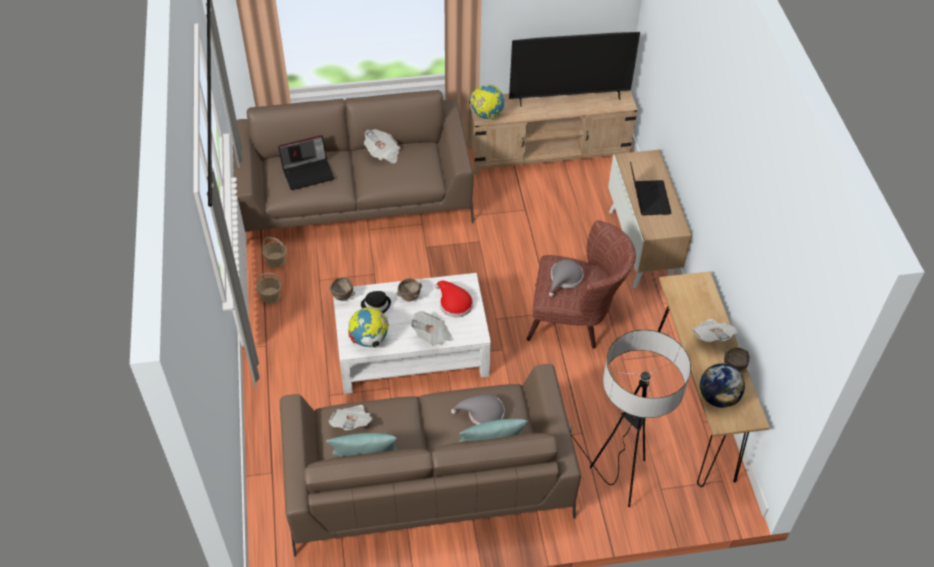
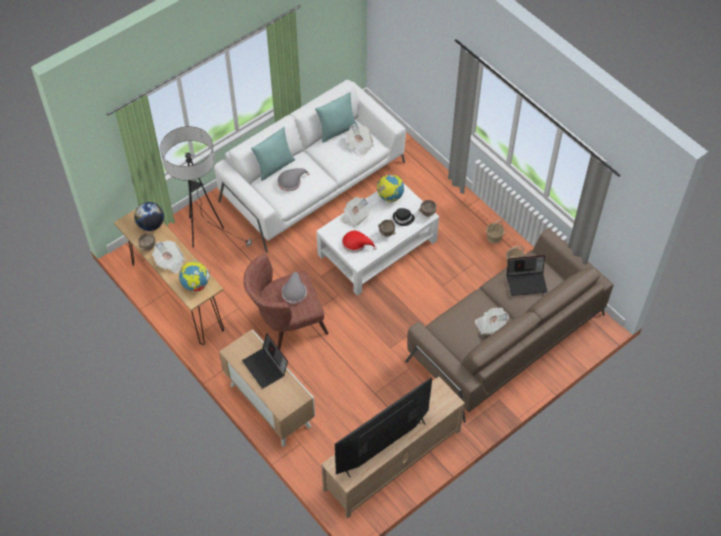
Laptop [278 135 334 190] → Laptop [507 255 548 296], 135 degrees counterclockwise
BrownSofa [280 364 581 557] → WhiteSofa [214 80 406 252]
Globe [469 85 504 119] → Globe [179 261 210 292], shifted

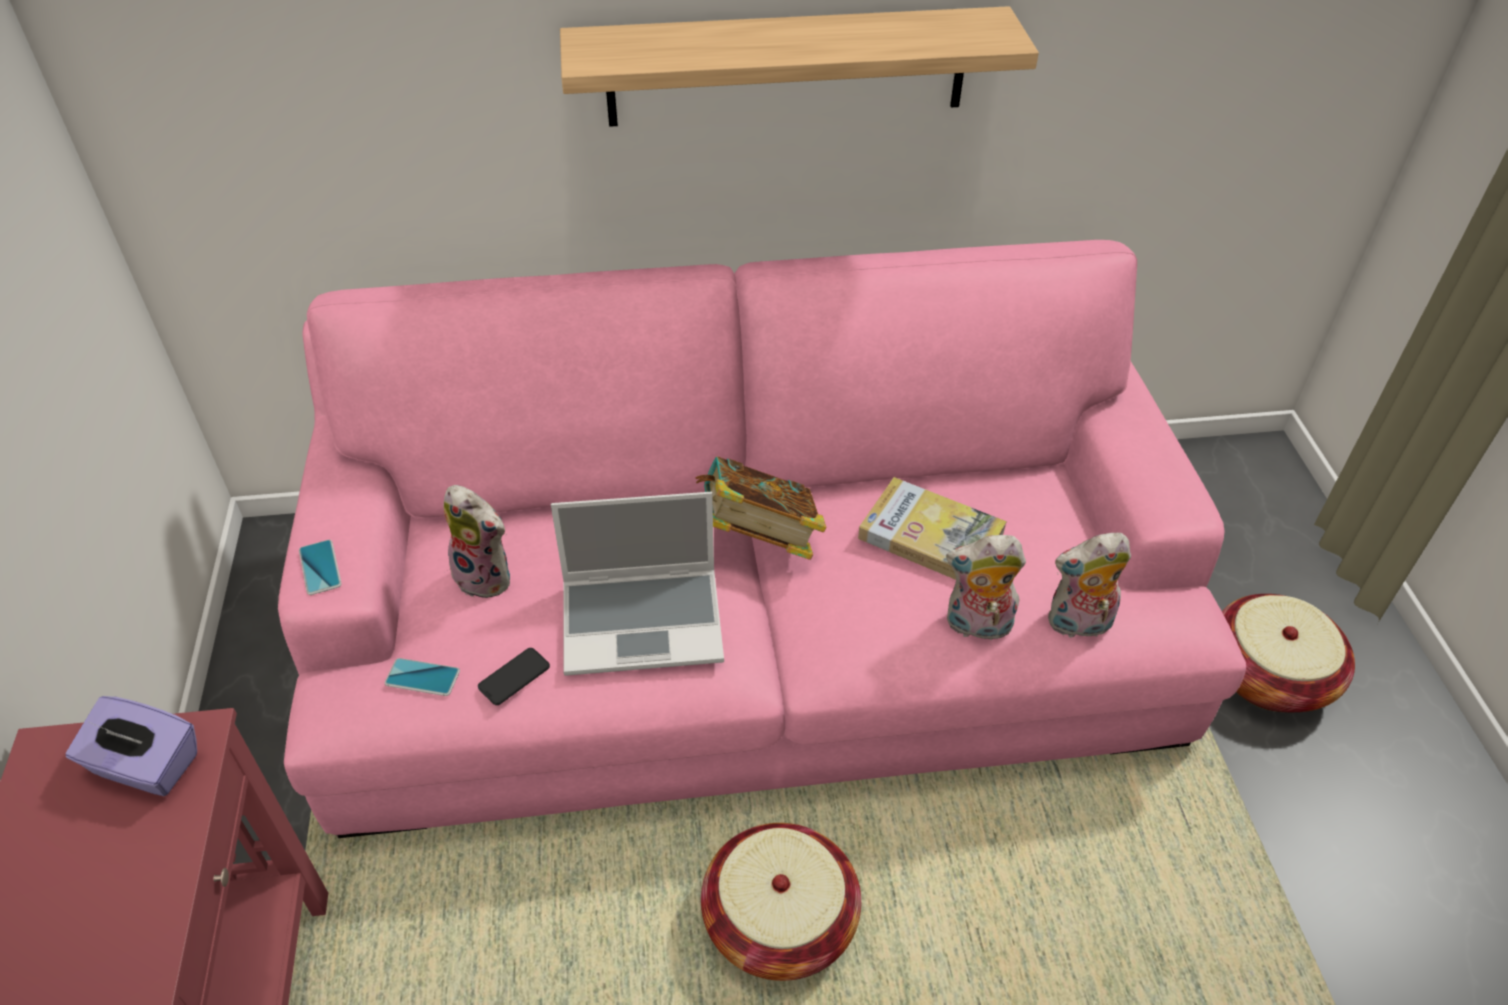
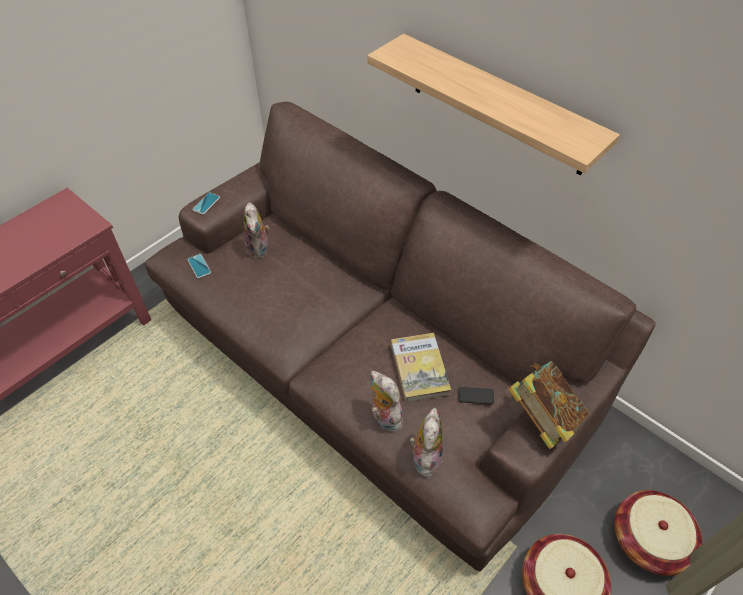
PurpleTissueBox [65 696 197 796] → -
PinkSofa [278 240 1246 838] → BrownSofa [145 102 656 572]
Phone [478 648 550 705] → Phone [458 387 494 404], shifted
Laptop [551 492 724 676] → -
Book [696 456 827 560] → Book [508 361 589 449], shifted
Basket [701 823 861 981] → Basket [614 490 702 576], shifted
PlushToy [1048 533 1131 637] → PlushToy [410 408 443 477], 60 degrees clockwise

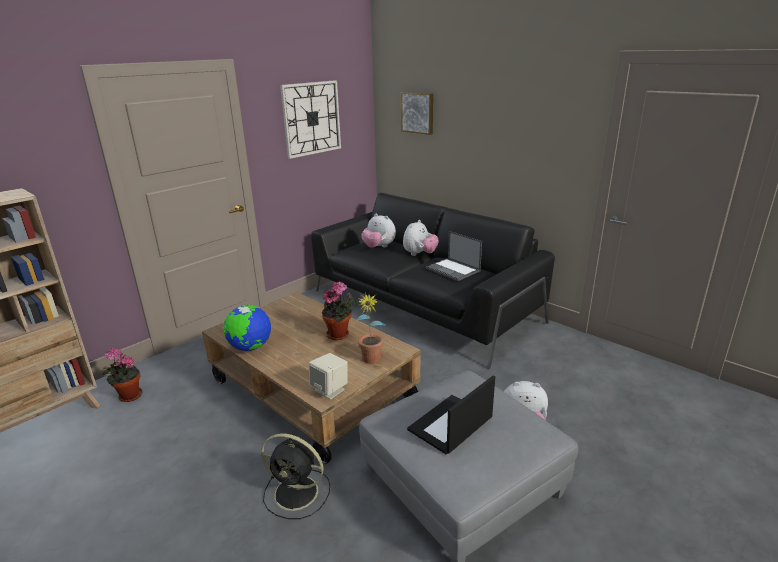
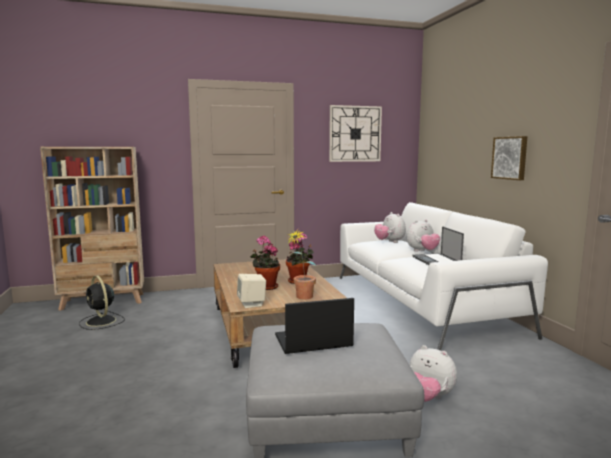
PottedPlant [101 348 142 402] → PottedPlant [250 236 280 290], shifted
Globe [223 305 271 351] → -
BlackFan [261 433 330 519] → BlackFan [79 276 125 330], shifted
BlackSofa [311 193 555 369] → WhiteSofa [340 202 548 351]
Picture [401 92 433 135] → Picture [491 136 528 180], shifted

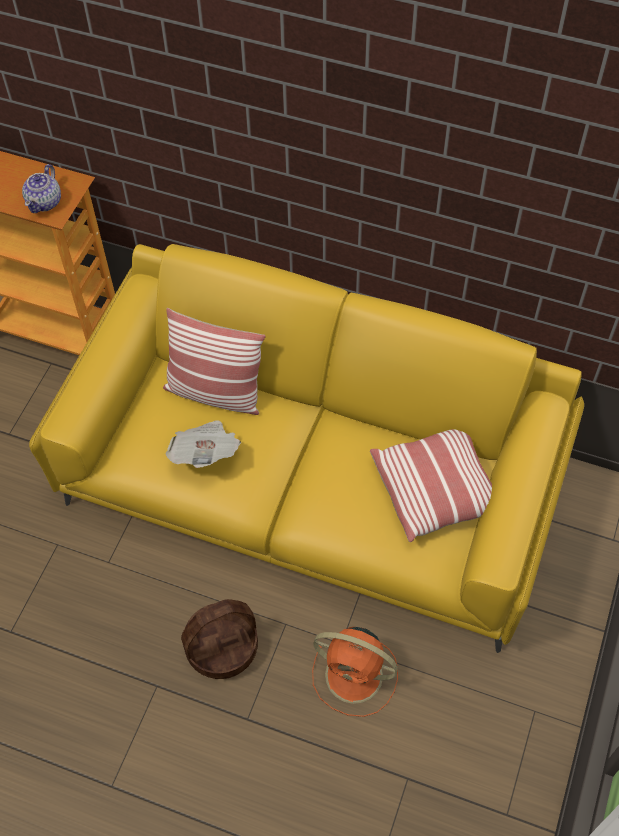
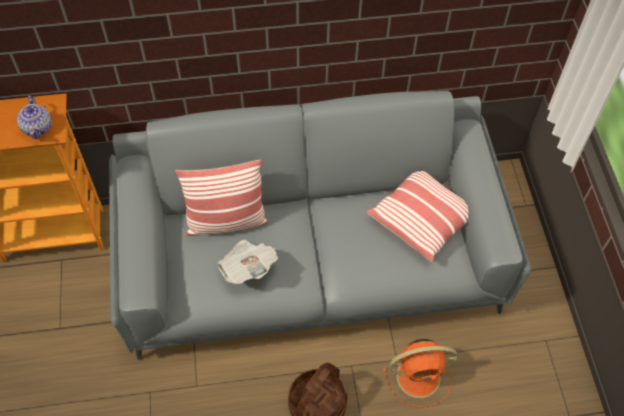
YellowSofa [29 244 584 653] → GreySofa [109 91 531 360]

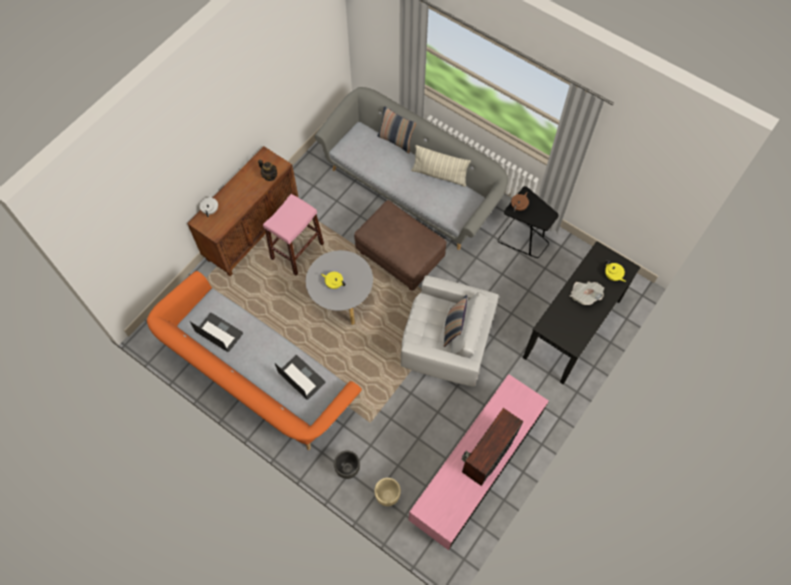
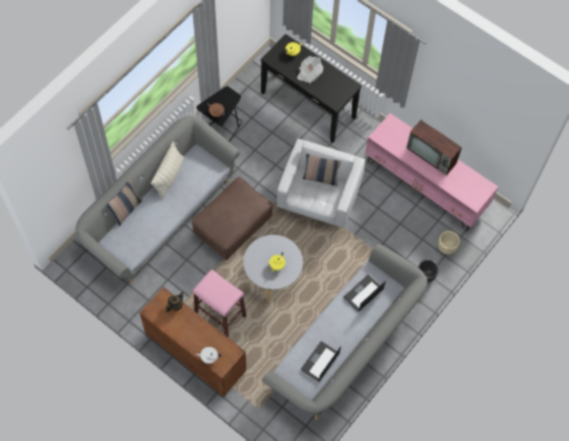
OrangeSofa [147 271 362 450] → GreySofa [262 244 428 420]

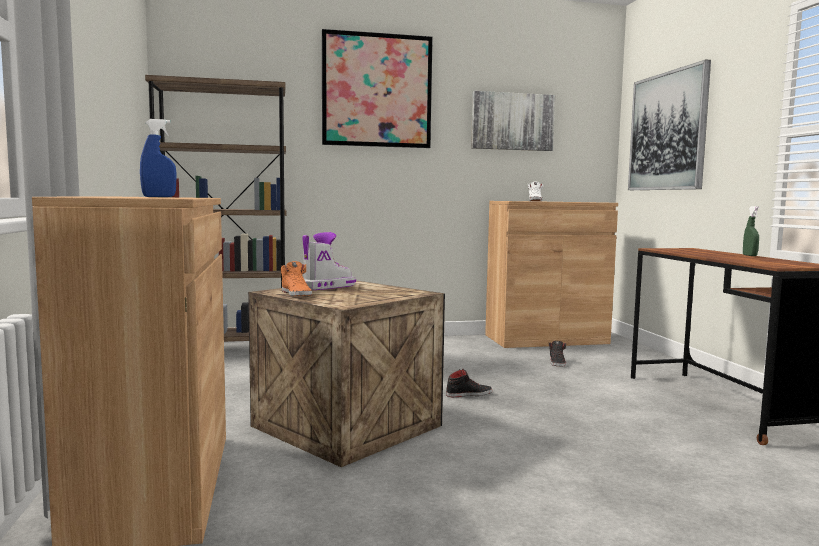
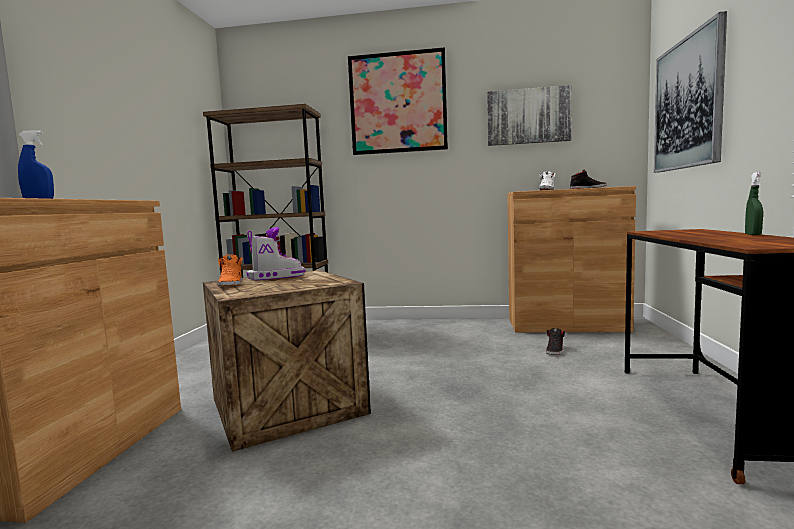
BlackShoe [446 369 492 397] → BlackShoe [570 169 607 189], shifted

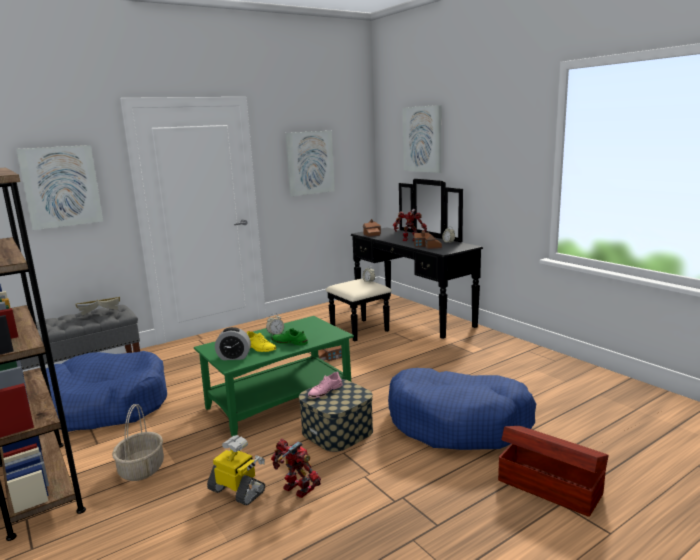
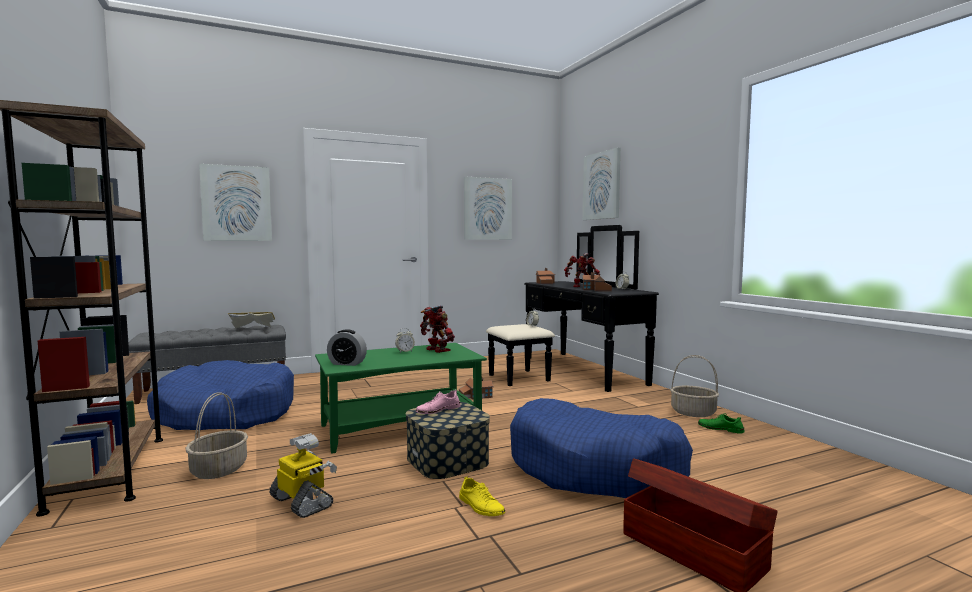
YellowShoe [247 331 277 352] → YellowShoe [459 476 505 516], shifted
ToyRobot [271 438 321 498] → ToyRobot [420 305 455 353], shifted
GreenShoe [272 328 308 346] → GreenShoe [698 414 745 434], shifted
- → Basket [670 355 719 417]

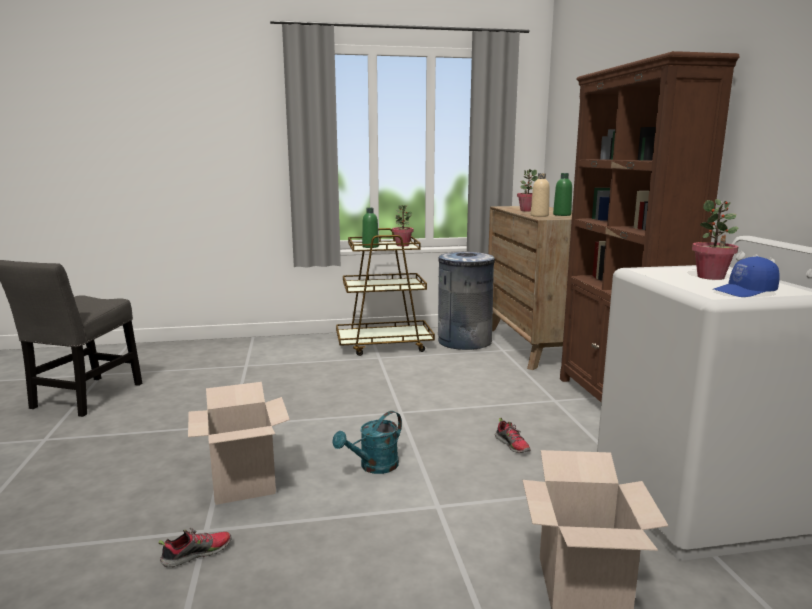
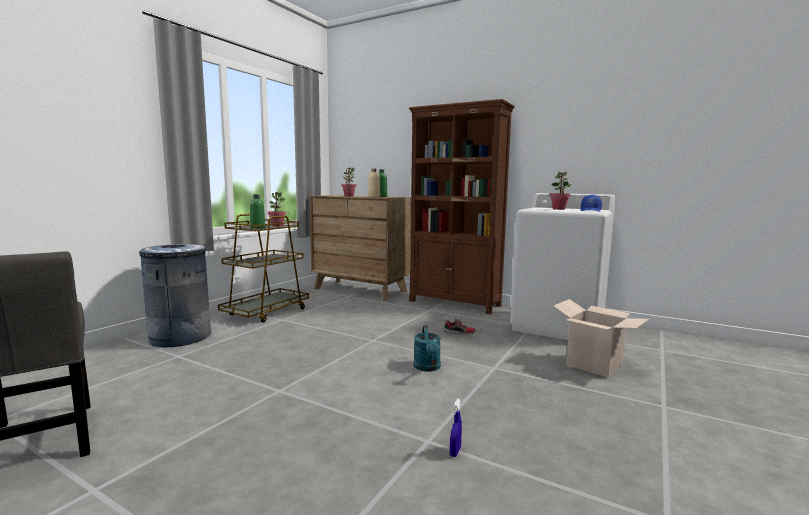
Shoe [159 528 232 567] → BlueSprayBottle [450 399 462 457]
CardboardBox [188 382 290 505] → -
GreyTrashCan [438 252 495 350] → GreyTrashCan [139 244 211 347], shifted

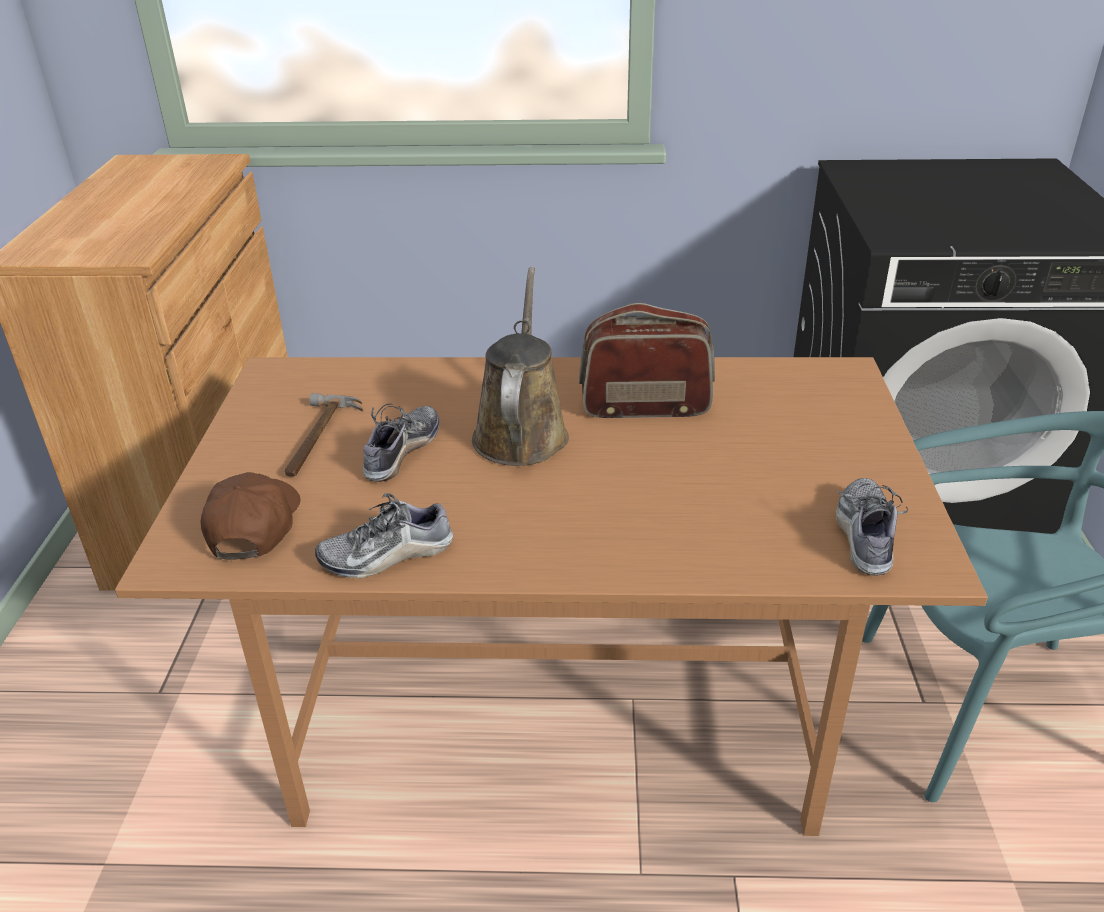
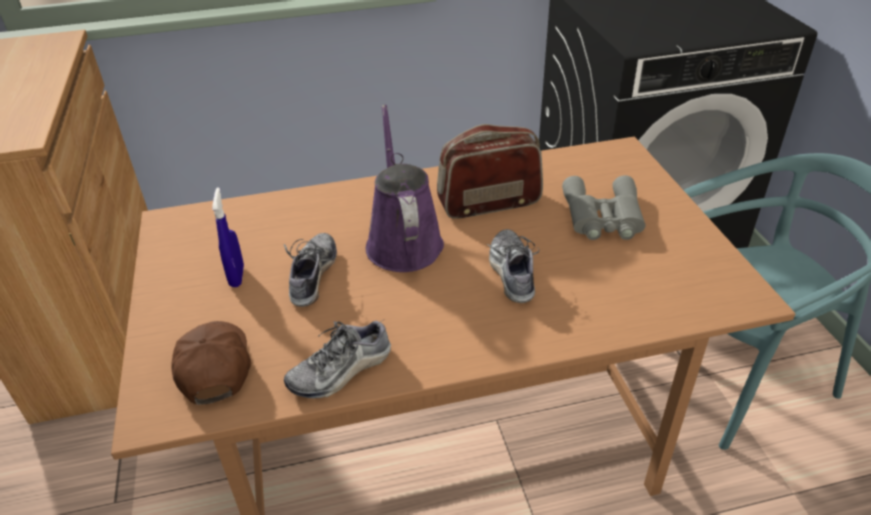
Hammer [285 393 363 477] → BlueSprayBottle [212 187 244 287]
BrownWateringCan [472 267 569 466] → PurpleWateringCan [366 105 444 272]
Shoe [836 478 908 576] → Shoe [487 229 540 303], shifted
- → GreyBinoculars [562 175 646 240]

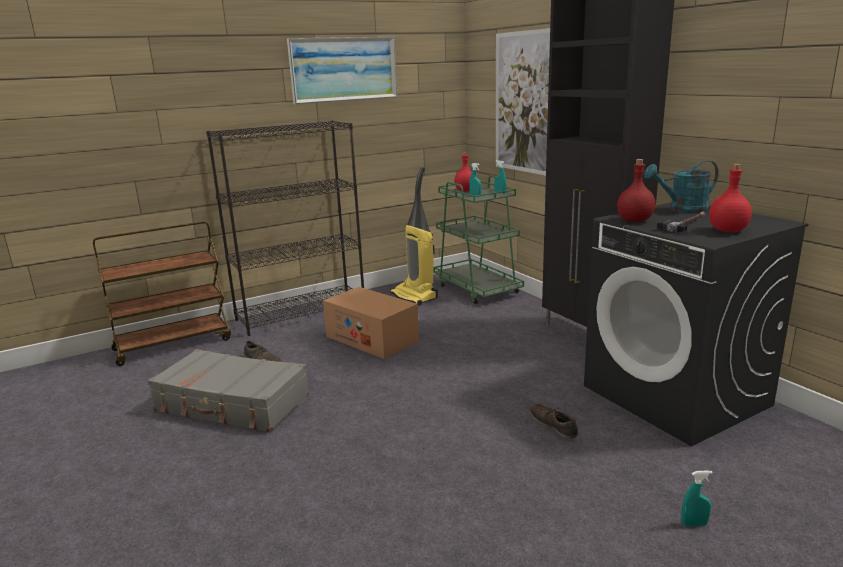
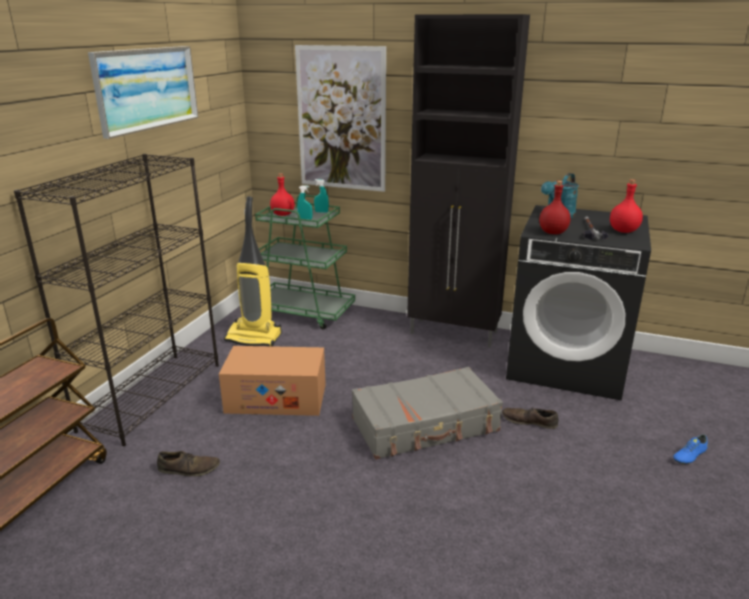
GreySuitcase [148 349 309 433] → GreySuitcase [352 367 503 459], shifted
TurquoiseSprayBottle [681 470 713 526] → BlueShoe [673 434 708 464]

